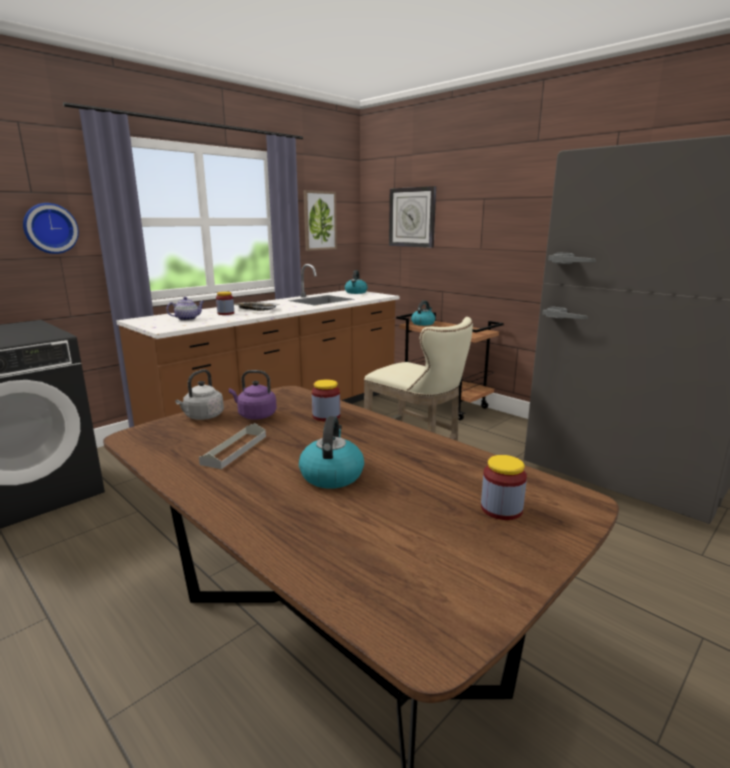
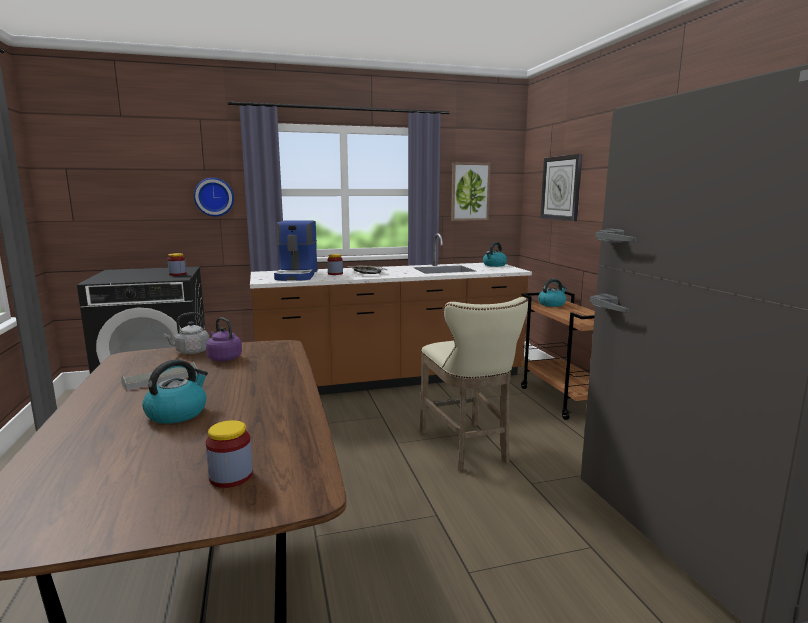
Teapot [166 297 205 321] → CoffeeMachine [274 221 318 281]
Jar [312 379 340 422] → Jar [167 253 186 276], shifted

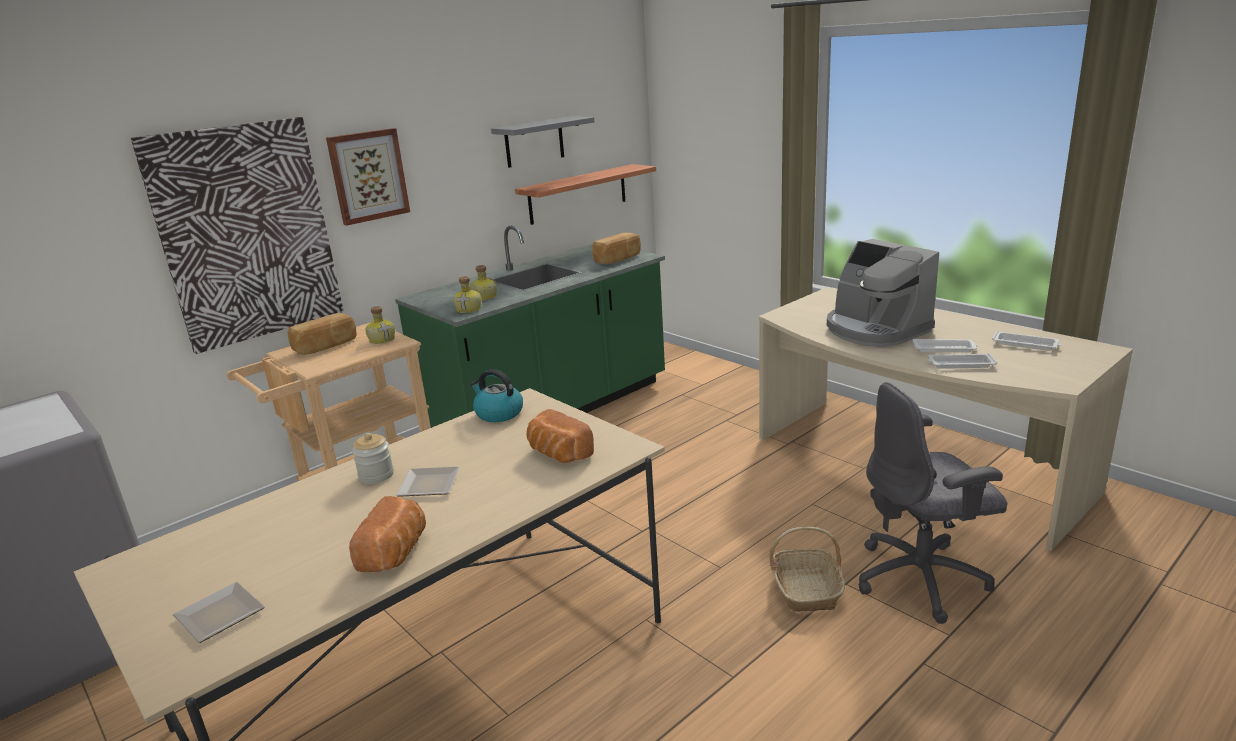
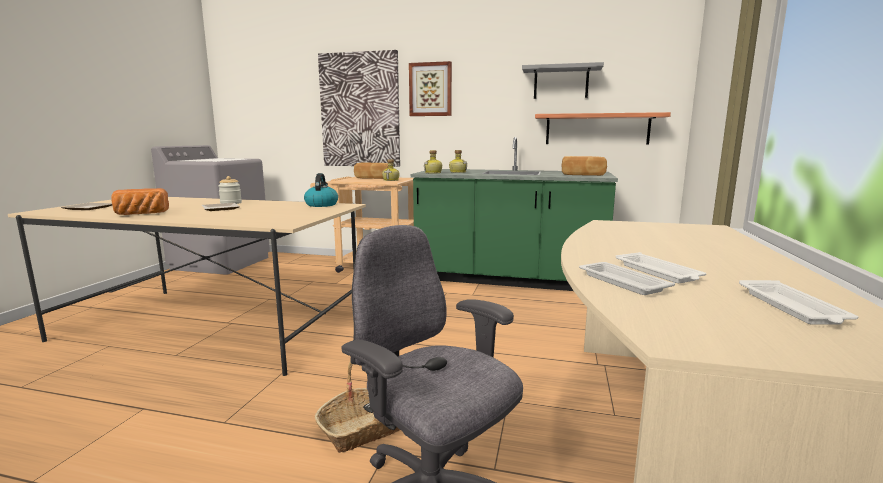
Bread [527 409 594 463] → -
CoffeeMachine [827 239 939 347] → -

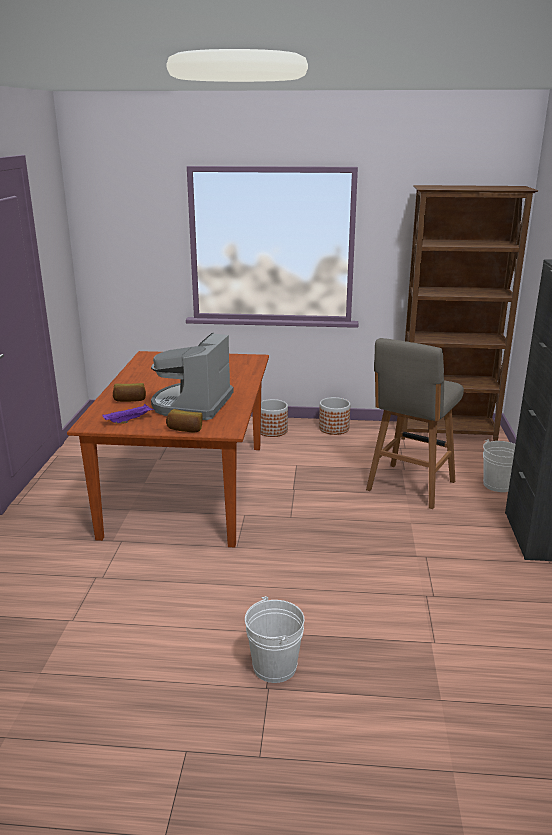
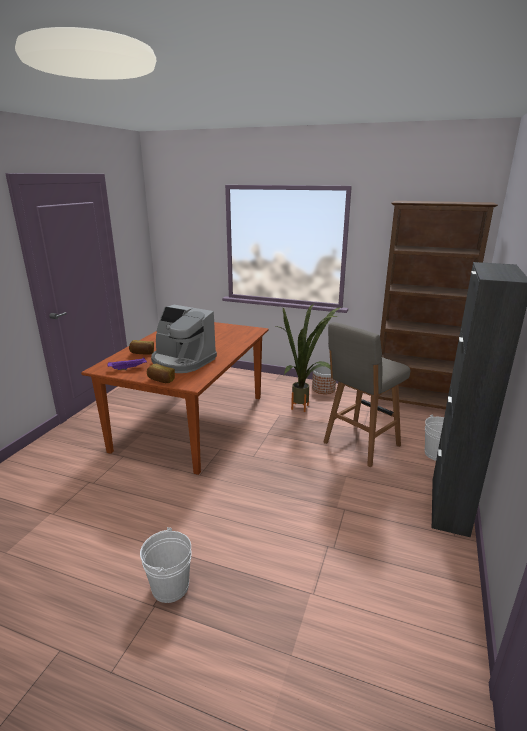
CoffeeMachine [151 333 234 420] → CoffeeMachine [151 305 217 373], 90 degrees counterclockwise
Planter [261 399 288 437] → -
- → PottedPlant [276 304 341 412]

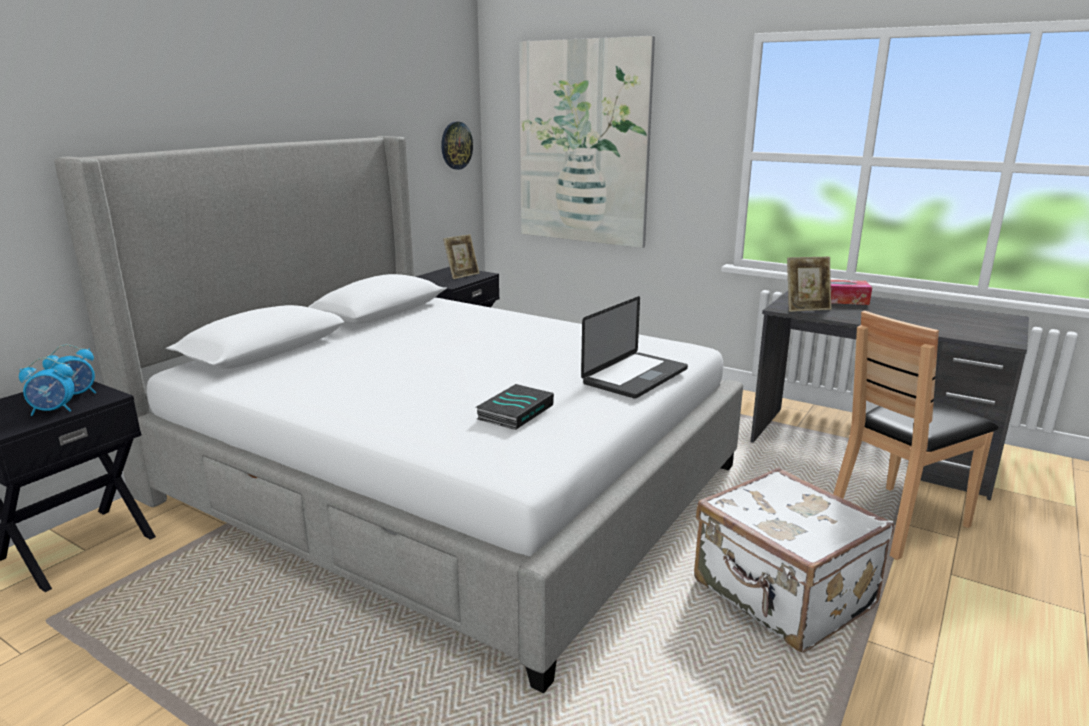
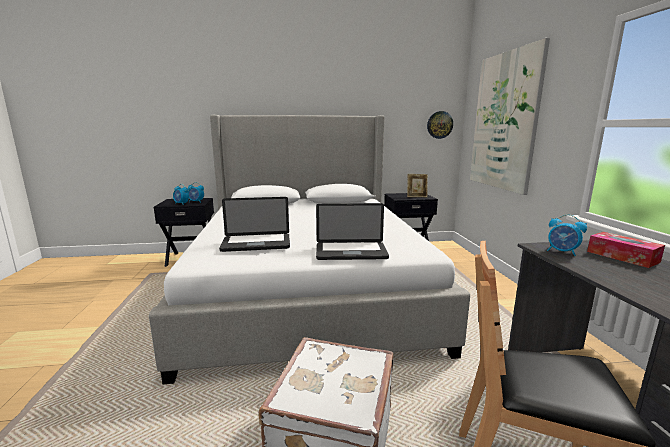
Book [476 384 554 430] → Laptop [219 197 290 252]
PictureFrame [787 257 832 312] → AlarmClock [547 214 587 256]

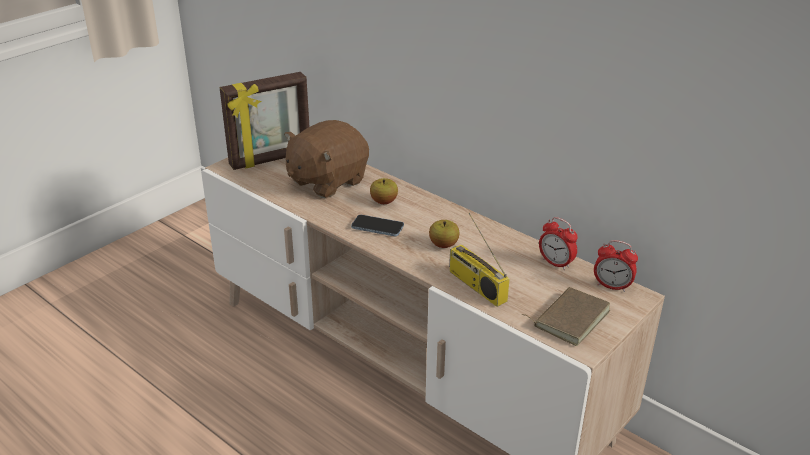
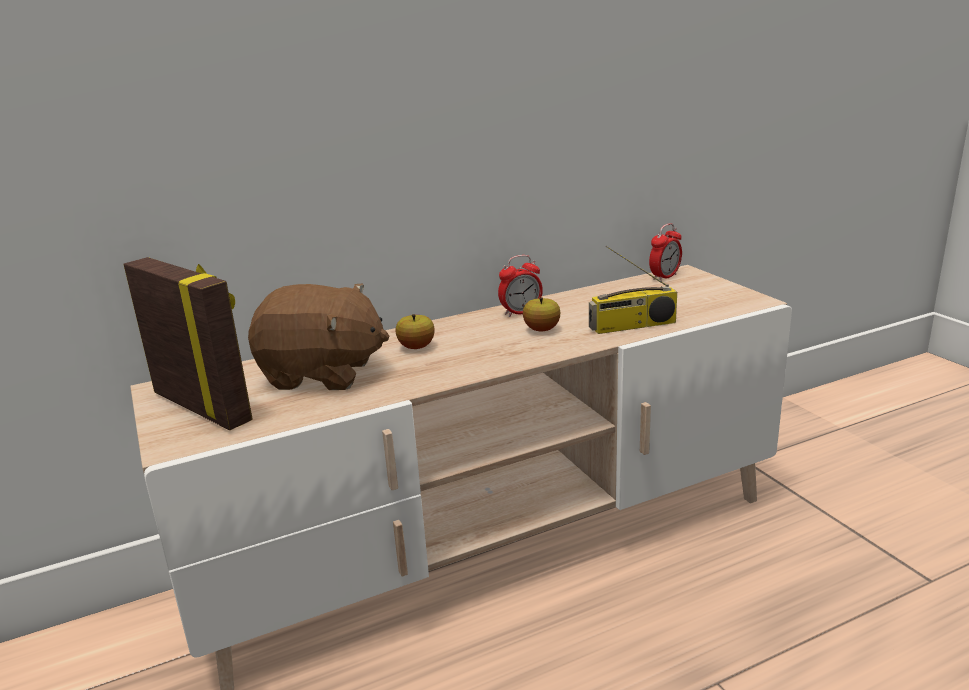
PictureFrame [220 72 310 170] → PictureFrame [123 257 253 430], 45 degrees counterclockwise
BrownPlushToy [284 120 369 198] → BrownPlushToy [248 283 390 390], 60 degrees counterclockwise
Phone [351 215 404 236] → -
BrownBook [522 287 610 346] → -
AlarmClock [539 217 578 270] → AlarmClock [498 255 543 317], shifted

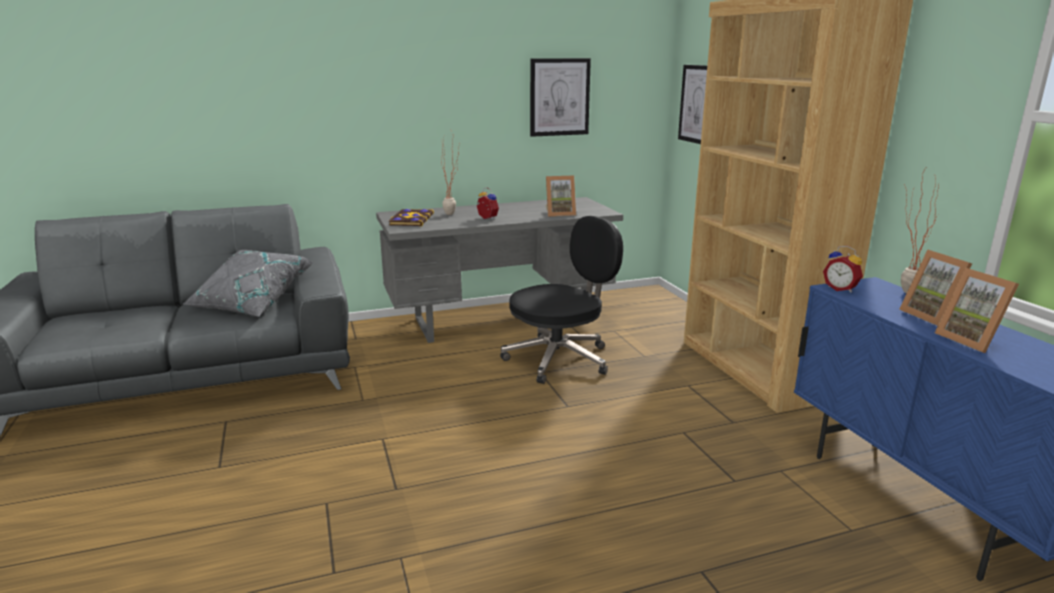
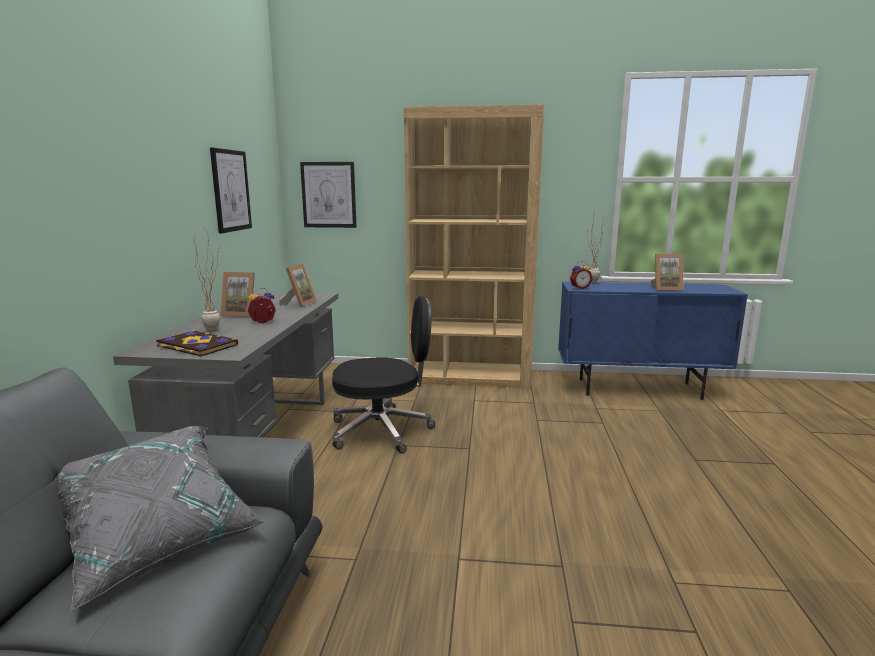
BlackOfficeChair [500 216 623 384] → BlackOfficeChair [332 296 435 454], 90 degrees clockwise
PictureFrame [899 250 972 326] → PictureFrame [220 272 255 317], shifted

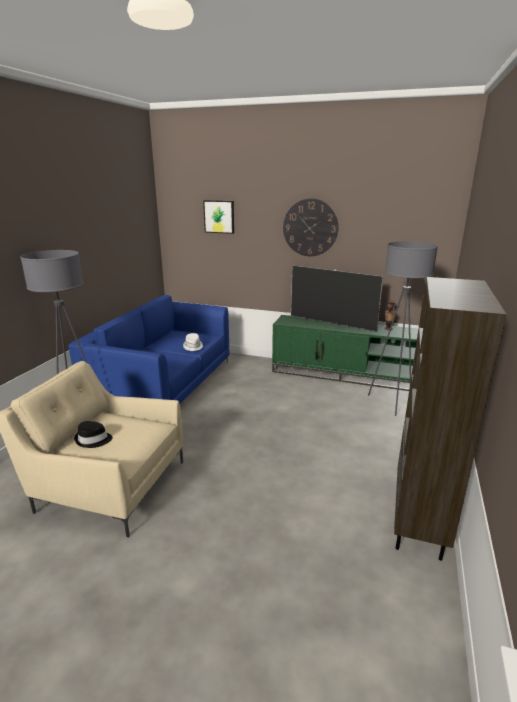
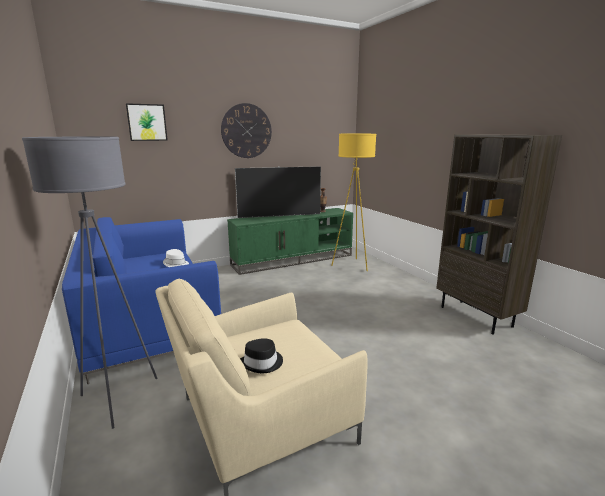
GreyFloorLamp [368 241 438 416] → YellowFloorLamp [331 134 376 271]

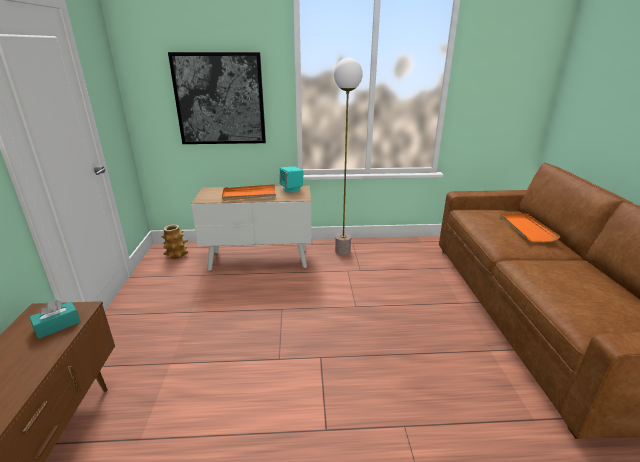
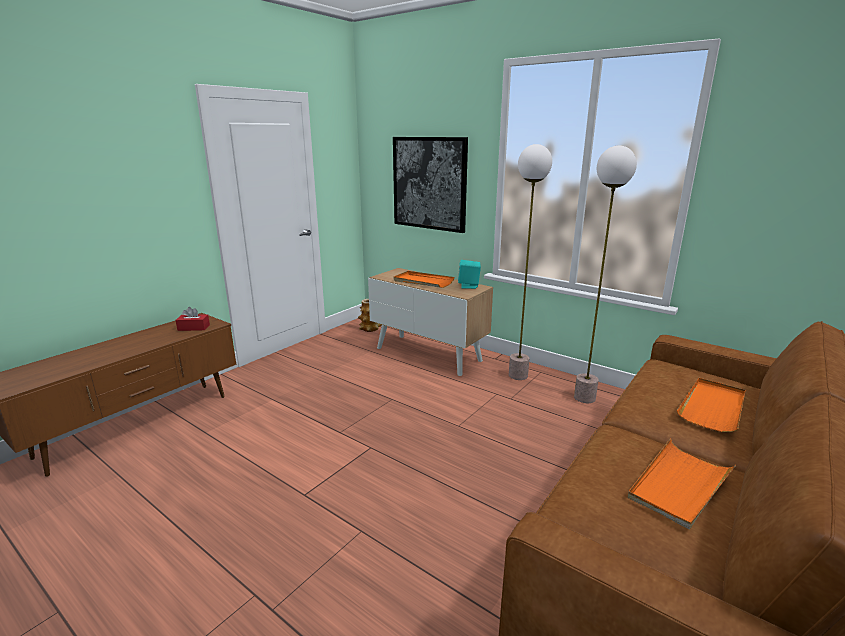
TurquoiseTissueBox [29 300 81 339] → RedTissueBox [176 307 210 331]
- → FloorLamp [574 145 637 403]
- → OrangeTray [628 438 736 530]

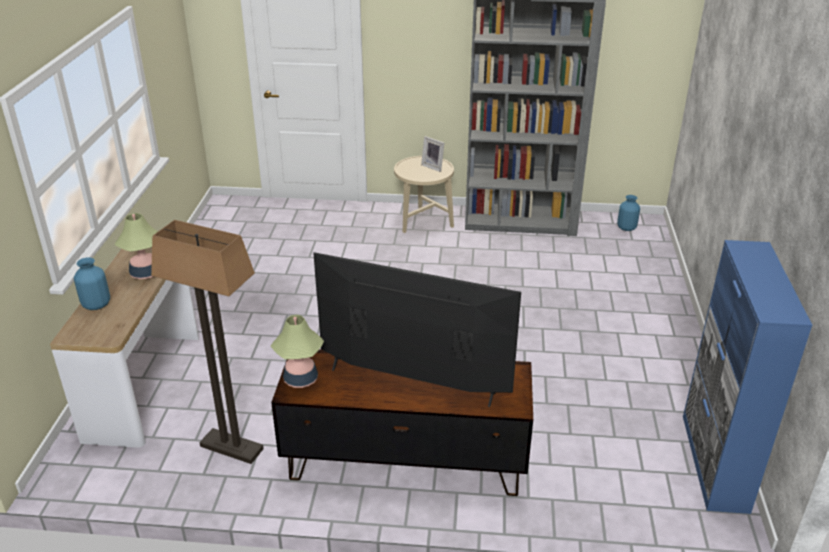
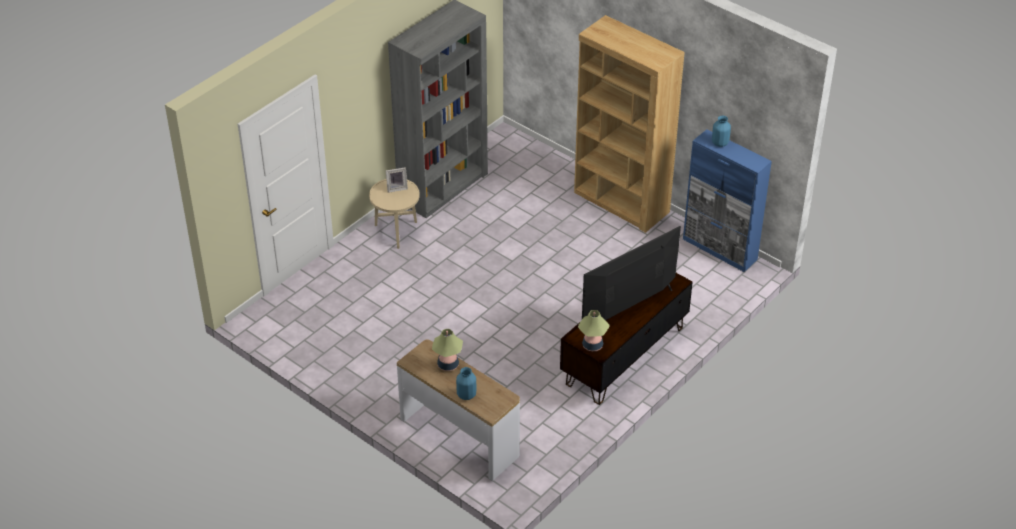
FloorLamp [151 220 264 464] → -
BlueVase [617 195 640 231] → BlueVase [712 116 731 147], shifted
- → BrownBookcase [574 15 685 233]

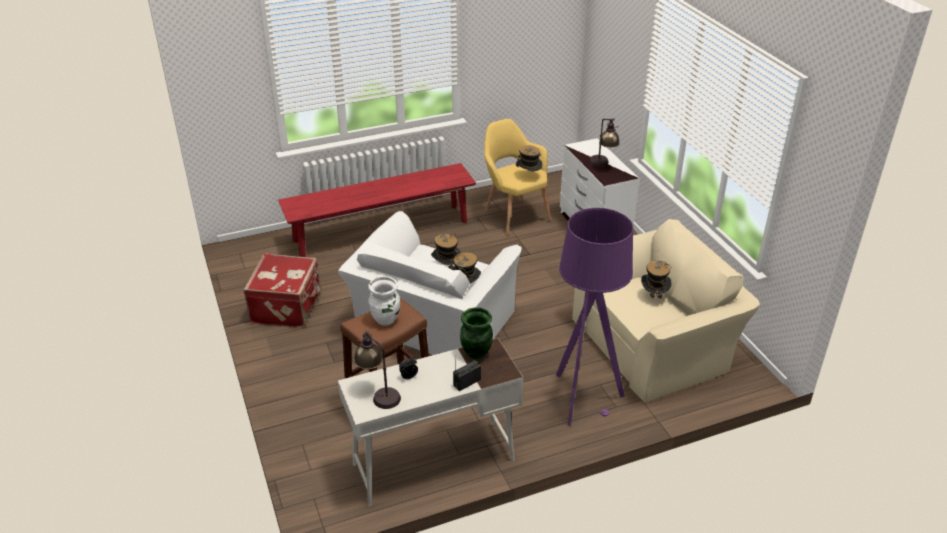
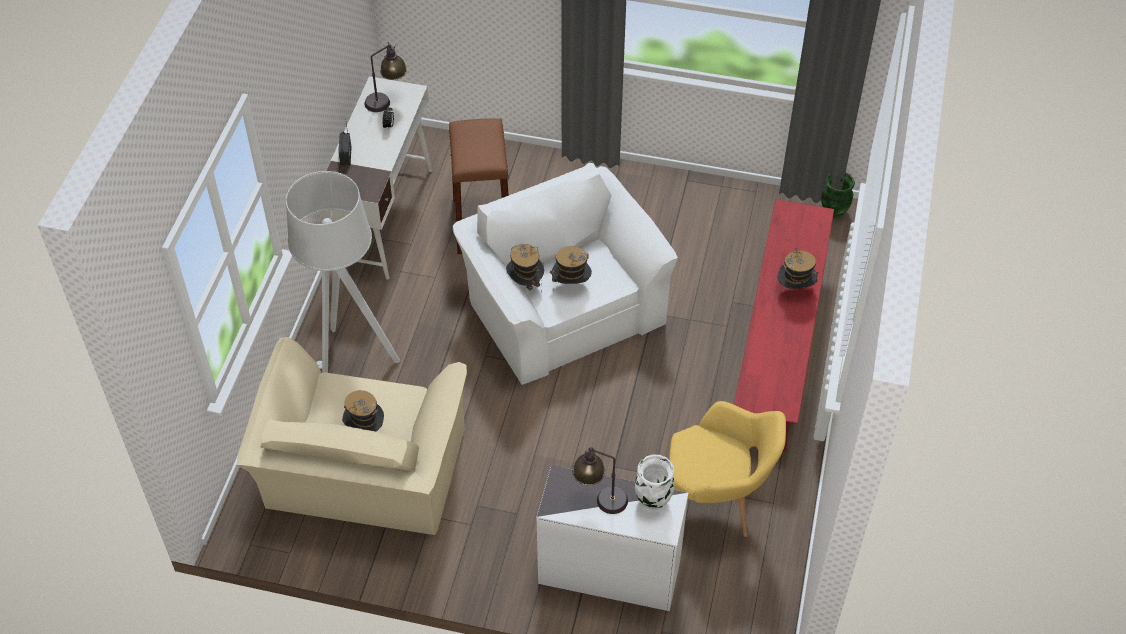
RedSuitcase [243 253 322 328] → -
WhiteVase [368 276 400 326] → WhiteVase [635 454 674 510], shifted
GreenVase [460 307 493 359] → GreenVase [821 173 855 218], shifted
Hat [515 146 542 174] → Hat [778 247 818 289], shifted
PurpleFloorLamp [556 208 633 426] → GreyFloorLamp [286 171 400 373]

